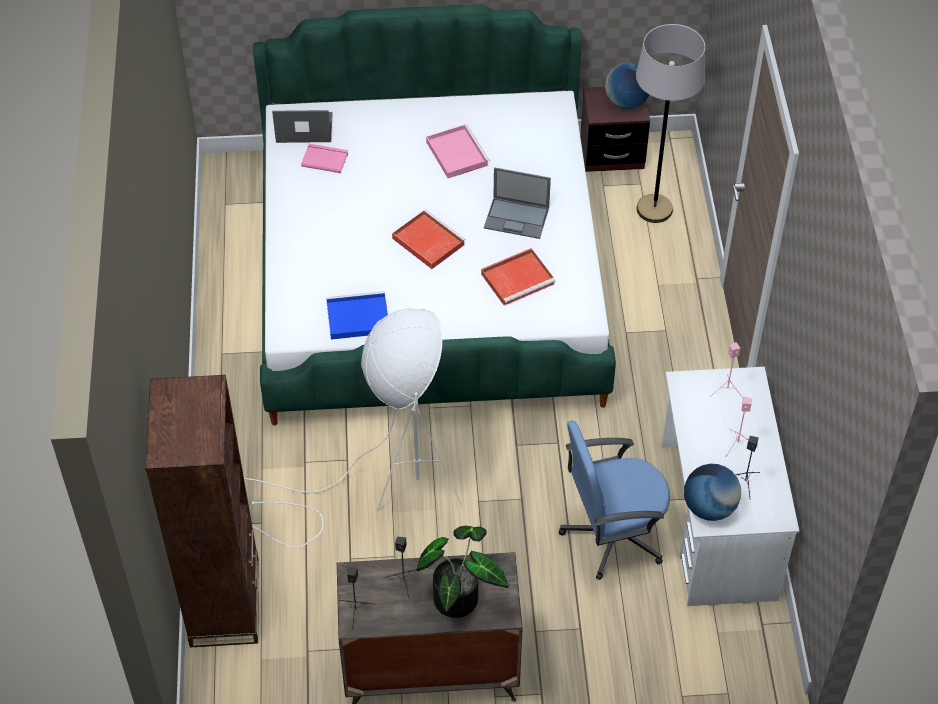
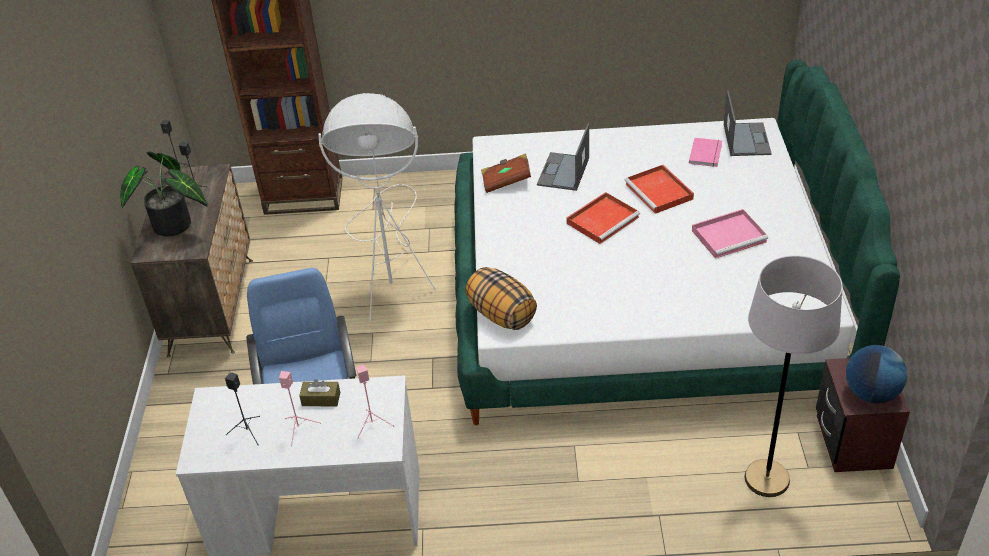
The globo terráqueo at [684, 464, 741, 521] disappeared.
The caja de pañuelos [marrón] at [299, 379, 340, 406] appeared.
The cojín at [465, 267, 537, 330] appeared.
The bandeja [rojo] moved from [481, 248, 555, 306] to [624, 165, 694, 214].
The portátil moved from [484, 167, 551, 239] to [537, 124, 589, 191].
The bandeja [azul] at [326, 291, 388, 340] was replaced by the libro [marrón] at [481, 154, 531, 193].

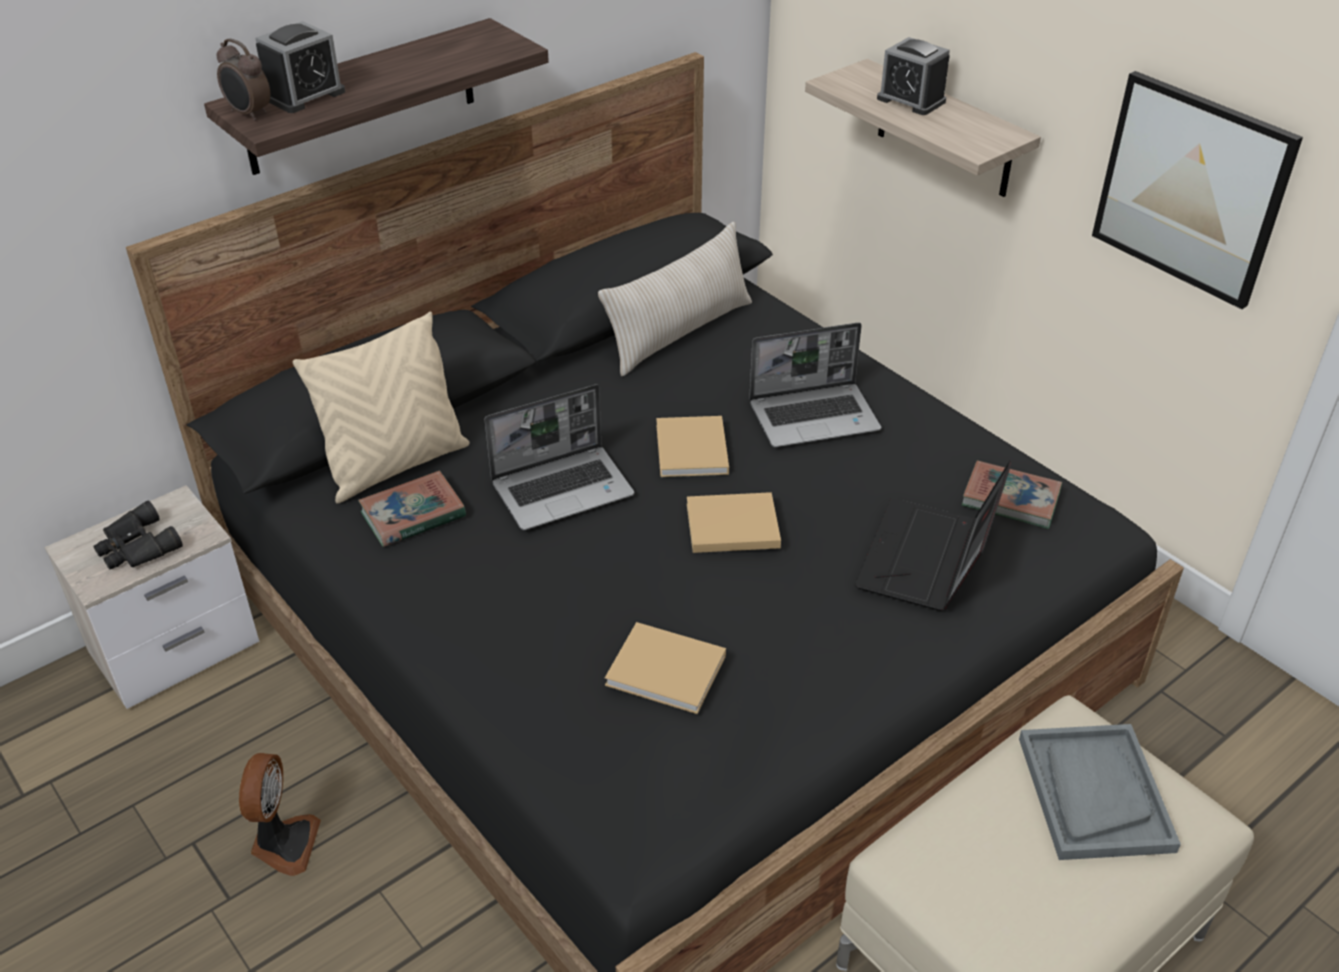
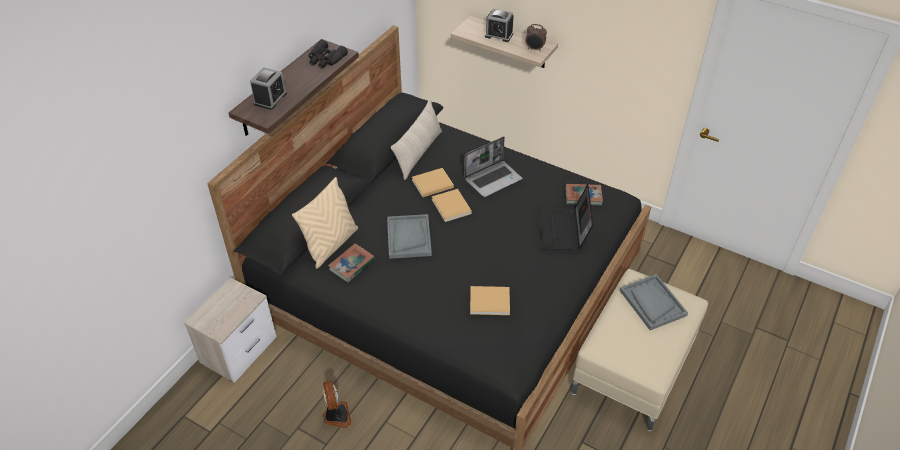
The cuadro at [1092, 71, 1303, 309] disappeared.
The prismáticos [negro] moved from [93, 500, 183, 569] to [308, 39, 348, 69].
The despertador moved from [216, 39, 270, 121] to [525, 24, 547, 50].
The libro [beis] moved from [687, 492, 781, 553] to [412, 168, 454, 197].
The portátil at [485, 384, 634, 530] was replaced by the bandeja [gris] at [387, 214, 432, 259].

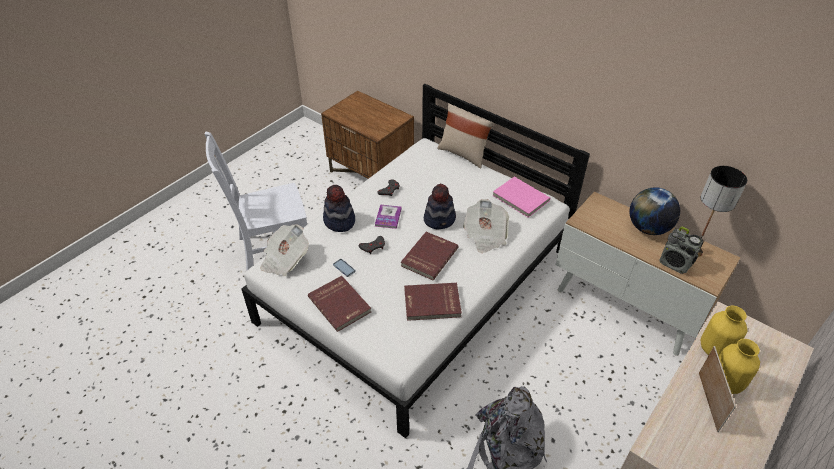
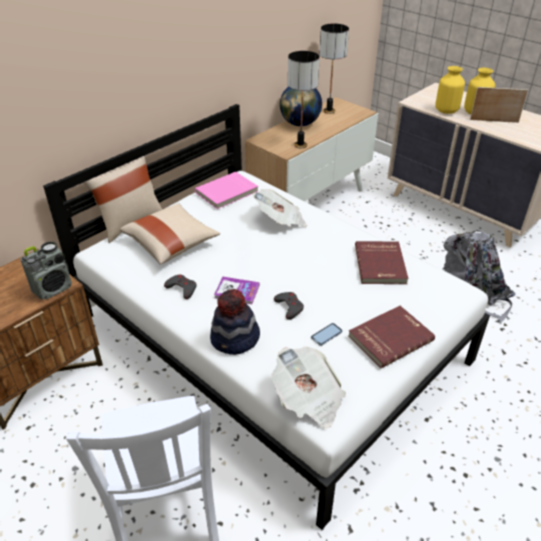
The libro [rojo] at [401, 232, 459, 280] disappeared.
The sombrero at [424, 184, 456, 229] disappeared.
The cojín [beis] at [120, 204, 220, 265] appeared.
The lámpara de mesa at [288, 51, 320, 148] appeared.
The radio moved from [659, 226, 703, 274] to [20, 241, 72, 300].

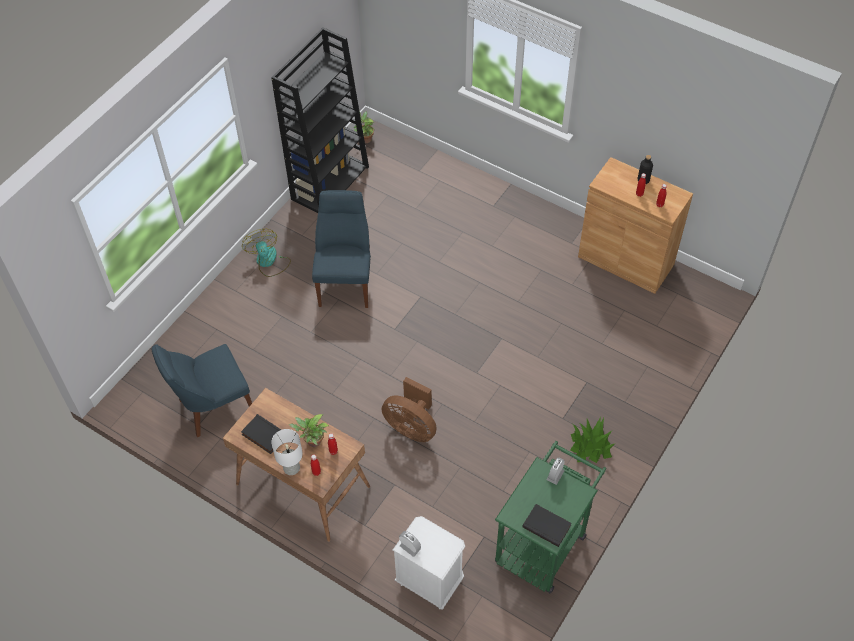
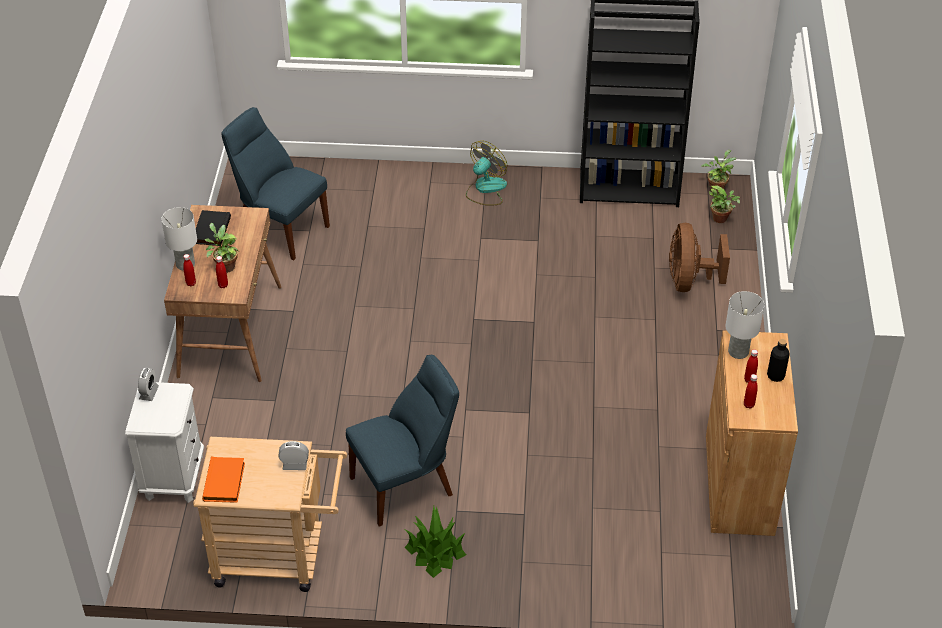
The planta en maceta at [709, 185, 740, 223] appeared.
The lámpara de mesa [blanco] at [725, 291, 764, 359] appeared.
The silla [azul] moved from [312, 190, 371, 308] to [346, 355, 459, 527].
The ventilador [marrón] moved from [382, 377, 437, 442] to [669, 223, 730, 292].
The carrito [verde] at [495, 441, 606, 593] became the carrito [beis] at [193, 437, 347, 592].
The libro [negro] at [522, 504, 572, 547] became the libro [naranja] at [202, 457, 245, 503].

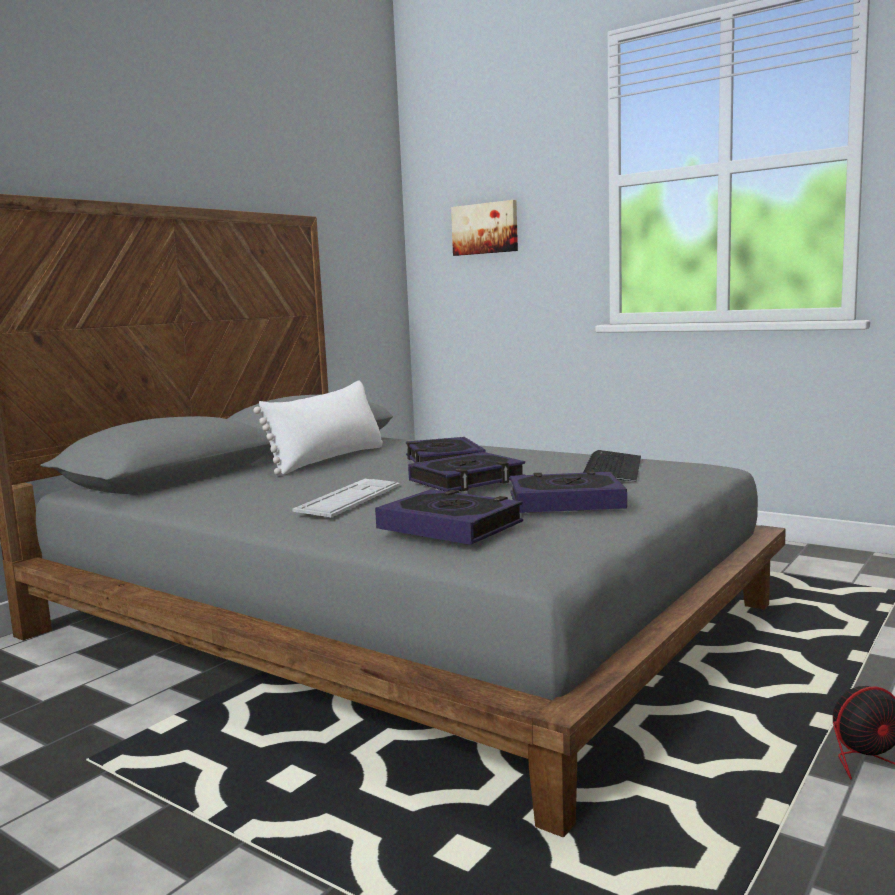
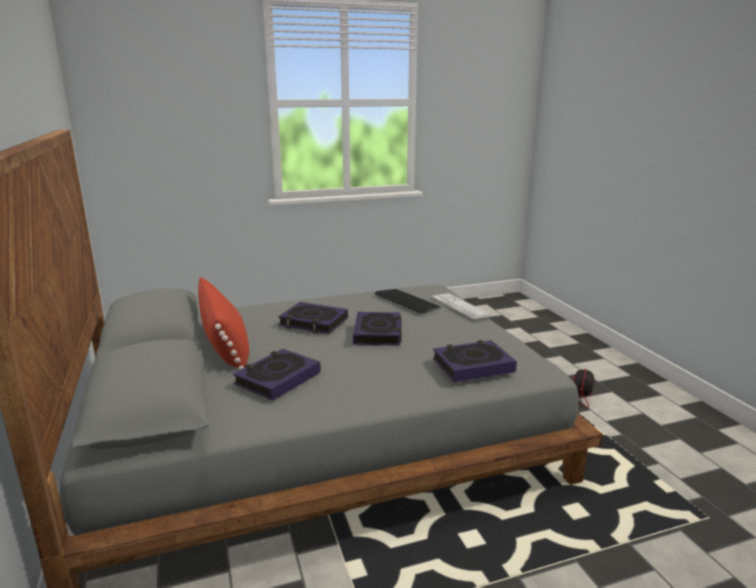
The cuadro at [451, 200, 518, 256] disappeared.
The teclado moved from [292, 479, 400, 517] to [432, 293, 492, 320].
The libro moved from [510, 470, 627, 513] to [233, 349, 321, 401].
The cojín [blanco] at [253, 381, 383, 475] became the cojín [rojo] at [198, 277, 249, 370].

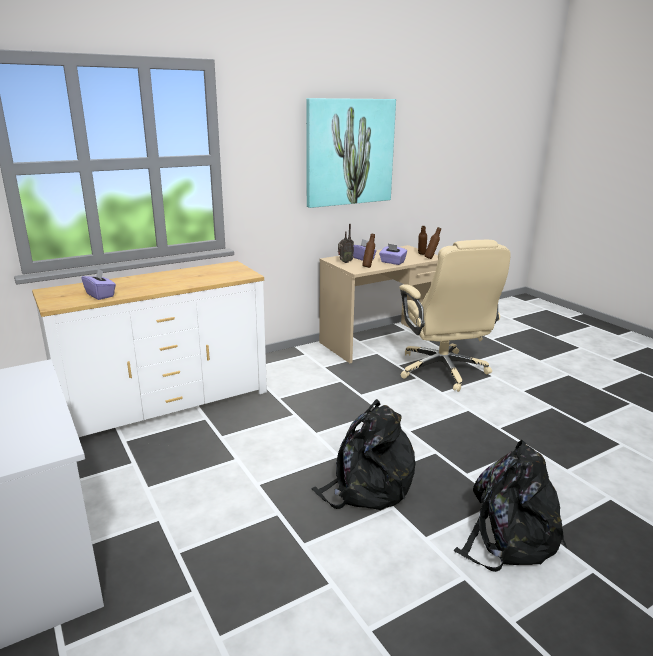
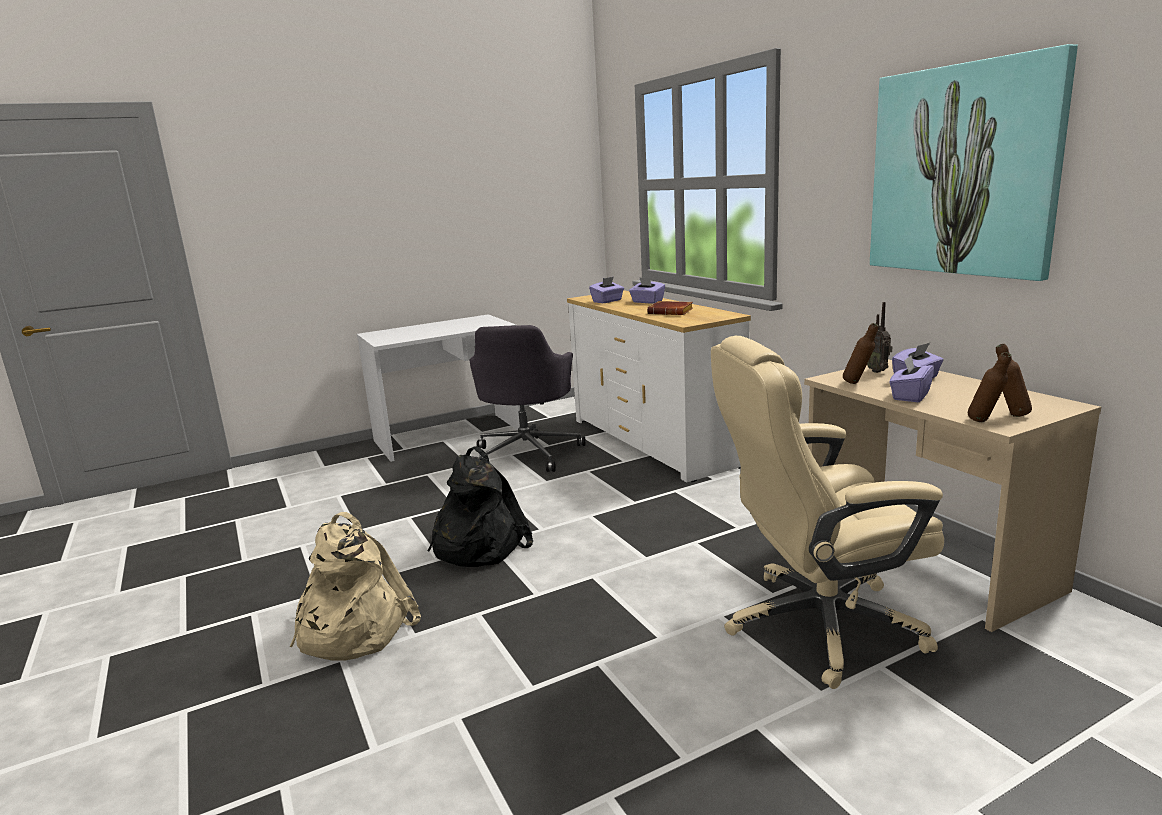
The silla de oficina [gris] at [470, 325, 586, 472] appeared.
The caja de pañuelos [morado] at [629, 277, 665, 304] appeared.
The libro [marrón] at [647, 301, 693, 315] appeared.
The mochila [negro] at [453, 440, 567, 572] became the mochila [beis] at [289, 512, 421, 660].

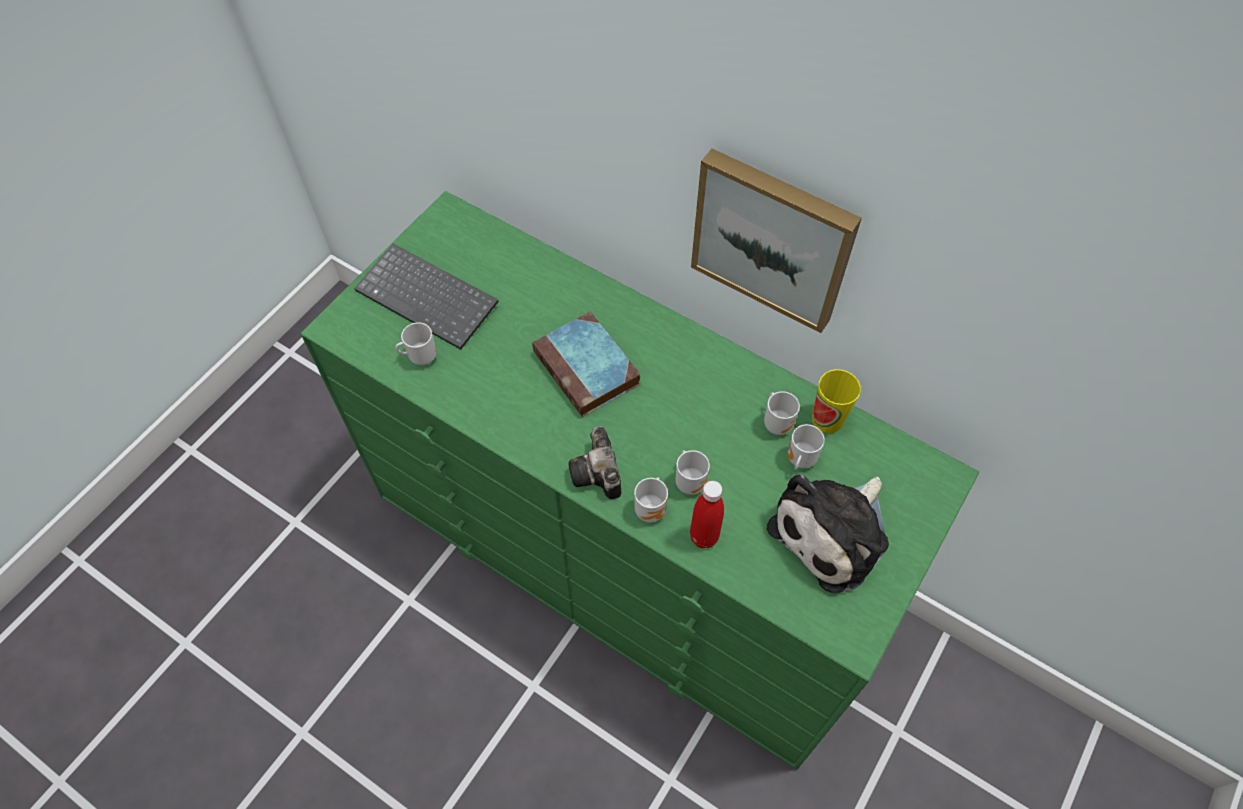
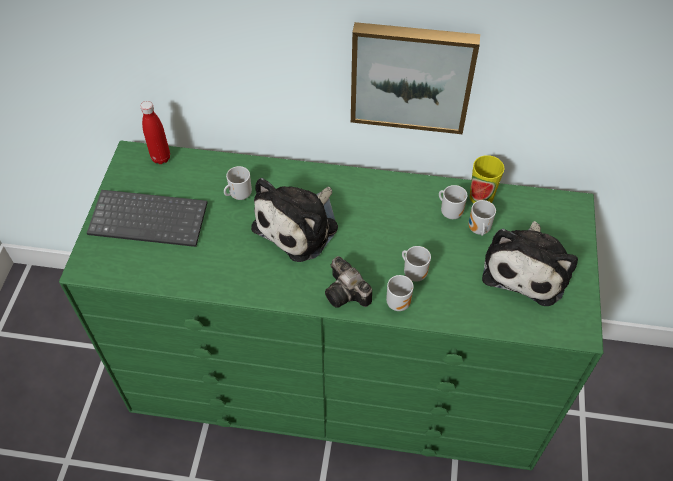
The taza grande moved from [395, 322, 437, 365] to [224, 166, 252, 200].
The botella [rojo] moved from [690, 481, 724, 548] to [140, 101, 170, 164].
The libro at [532, 311, 640, 417] was replaced by the peluche at [251, 178, 338, 262].

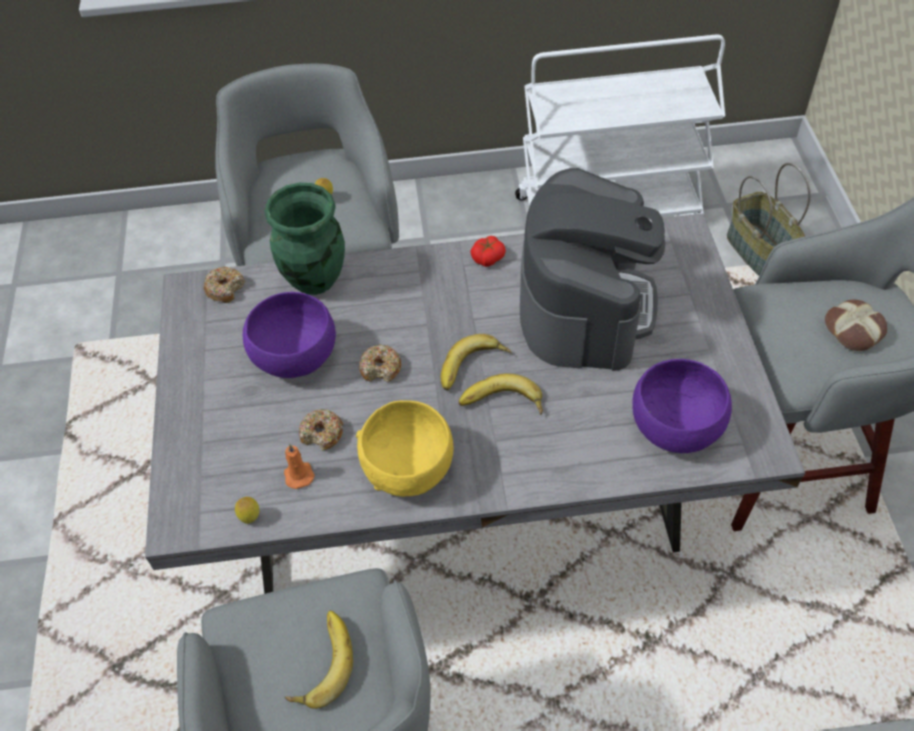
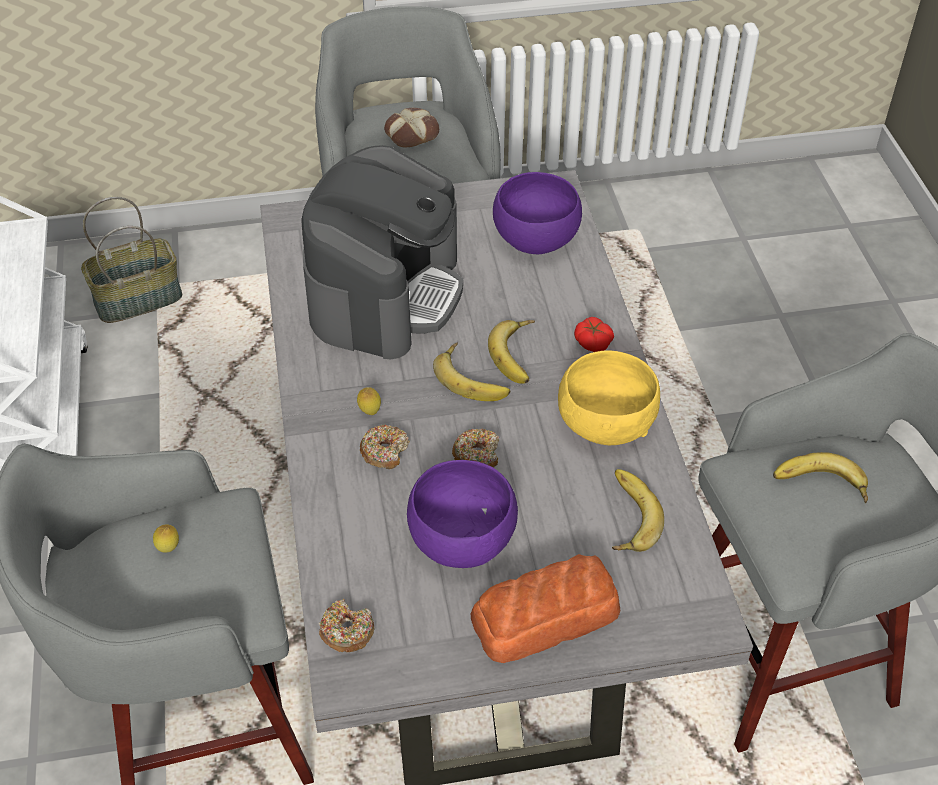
The florero [verde] at [265, 183, 345, 295] disappeared.
The pan at [471, 554, 620, 663] appeared.
The limón moved from [235, 497, 260, 524] to [357, 387, 381, 415].
The rosquilla moved from [299, 409, 343, 451] to [360, 425, 410, 469].
The tomate moved from [470, 236, 506, 267] to [574, 317, 614, 352].
The vela [naranja] at [284, 444, 315, 489] was replaced by the plátano at [612, 469, 664, 552].
The cafetera at [520, 168, 665, 371] turned 105 degrees clockwise.

